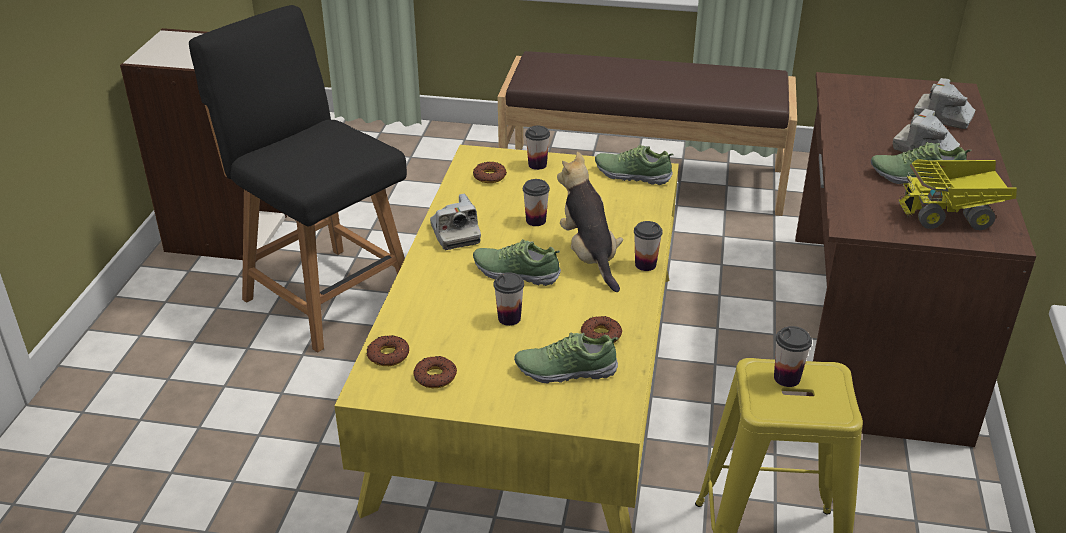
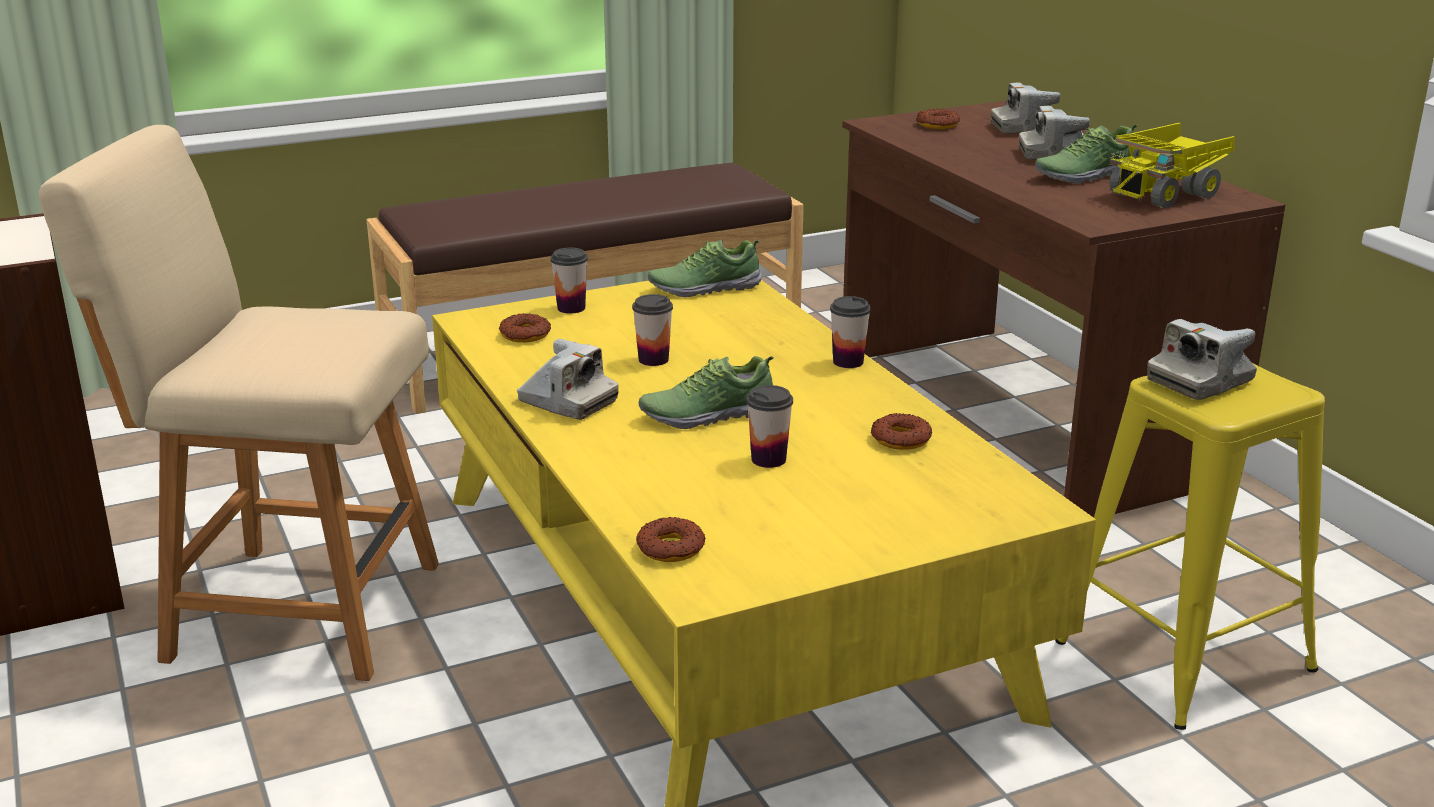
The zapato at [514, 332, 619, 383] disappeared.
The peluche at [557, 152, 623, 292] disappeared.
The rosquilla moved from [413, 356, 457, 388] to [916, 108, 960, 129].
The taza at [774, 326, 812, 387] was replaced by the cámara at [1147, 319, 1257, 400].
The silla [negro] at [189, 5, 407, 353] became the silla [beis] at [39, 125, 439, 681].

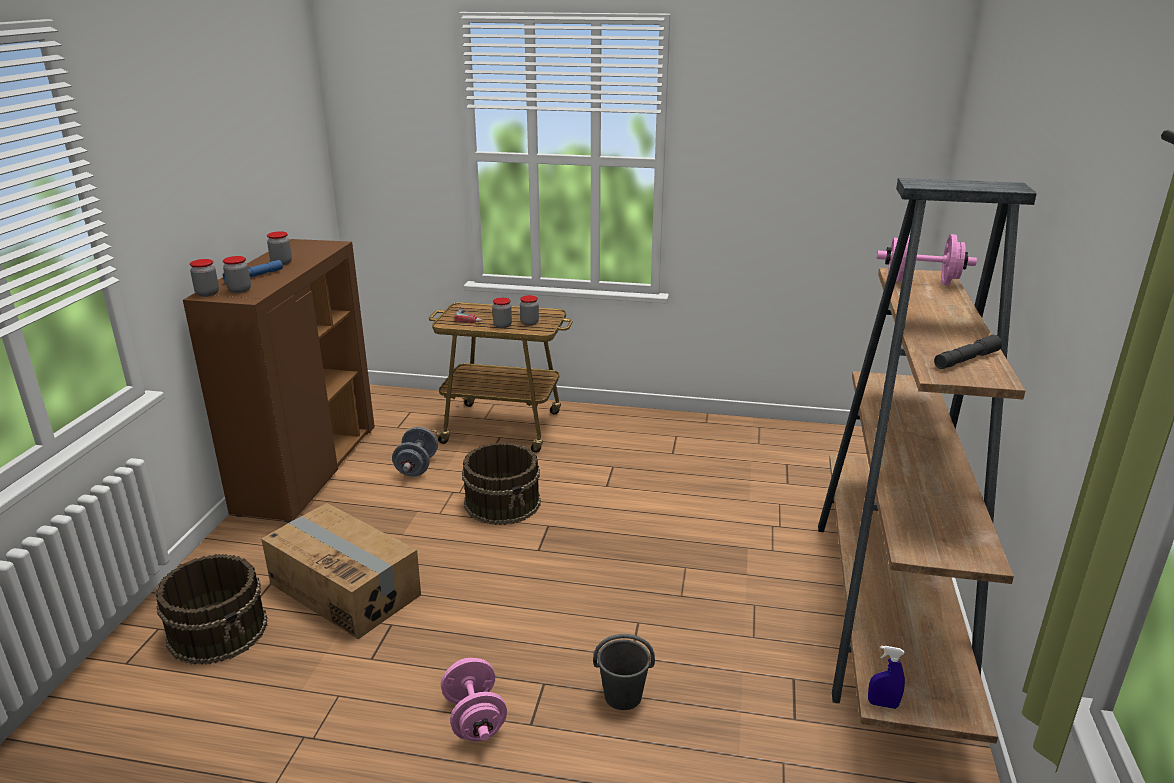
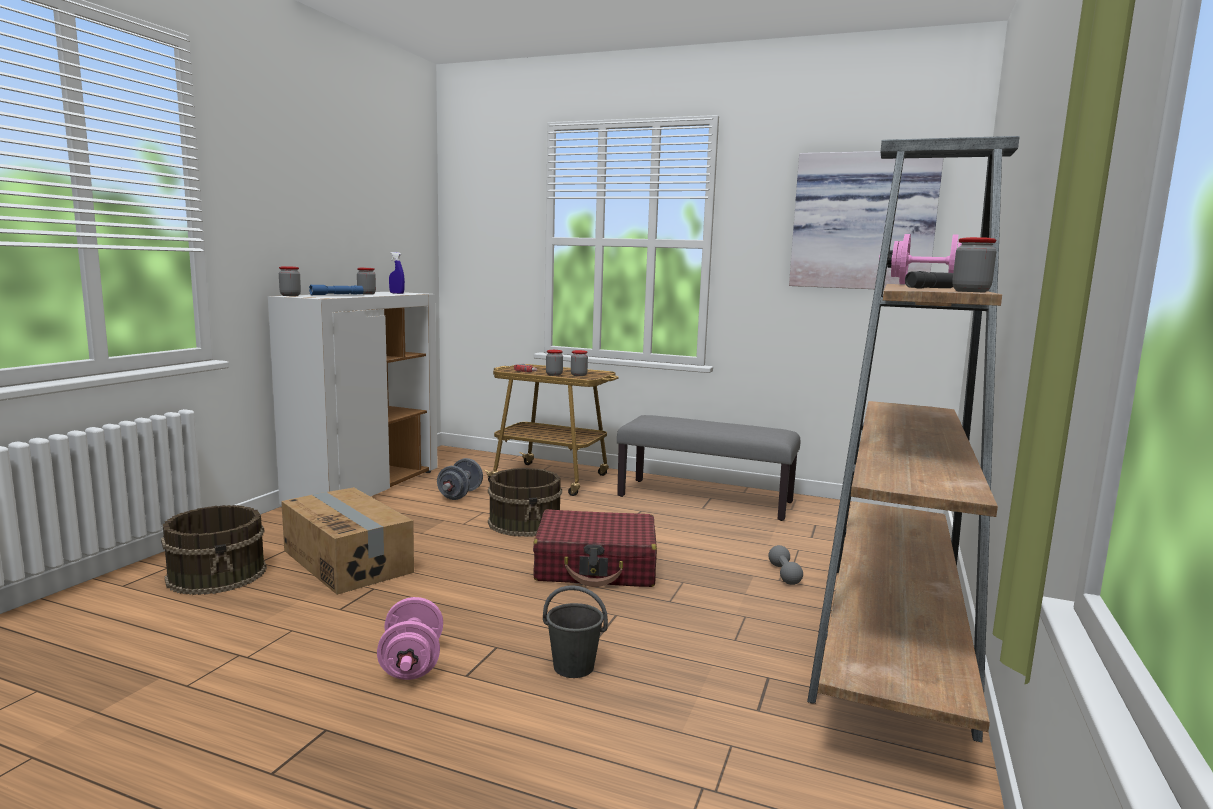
The maleta [rojo] at [533, 509, 657, 587] appeared.
The banco [gris] at [617, 415, 800, 521] appeared.
The mancuerna [gris] at [768, 545, 803, 585] appeared.
The cuadro at [789, 151, 943, 289] appeared.
The tarro moved from [223, 256, 251, 293] to [952, 237, 997, 292].
The pulverizador [azul] moved from [868, 646, 905, 709] to [389, 252, 405, 294].
The armario [marrón] at [183, 239, 375, 523] became the armario [blanco] at [268, 292, 438, 505].

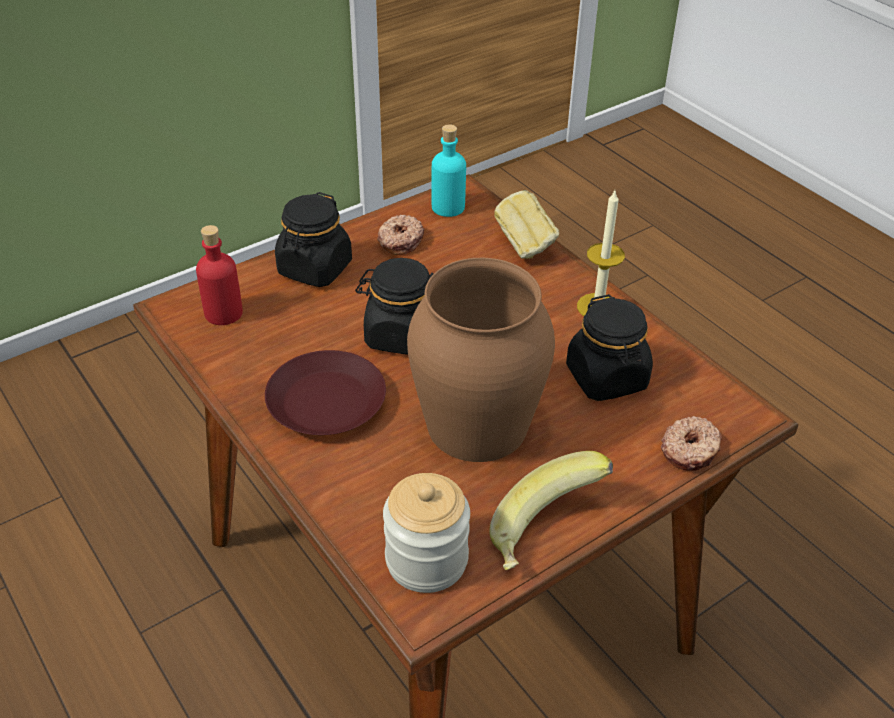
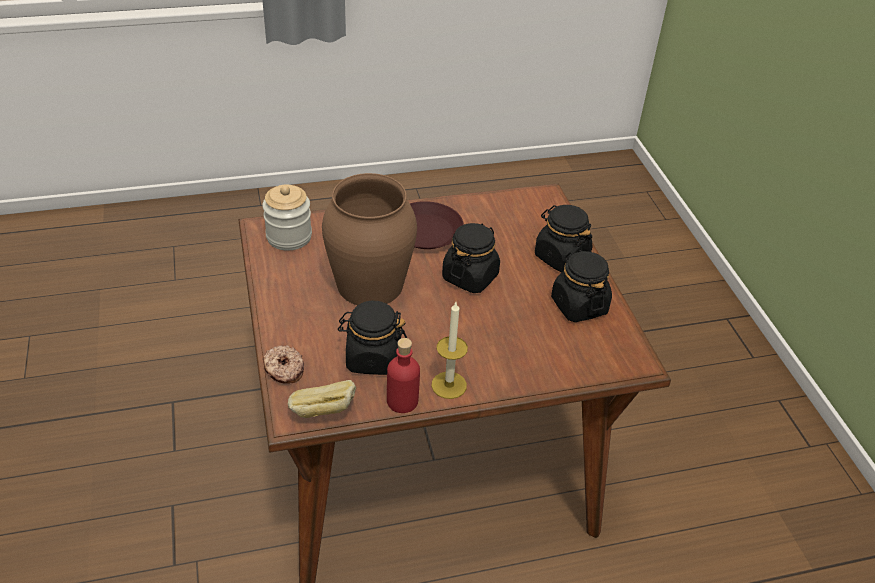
The botella [turquesa] at [431, 125, 466, 217] disappeared.
The plátano at [489, 451, 613, 570] disappeared.
The botella [rojo] moved from [196, 225, 243, 325] to [387, 338, 420, 413].
The pan moved from [494, 190, 559, 259] to [288, 380, 356, 418].
The rosquilla at [377, 214, 424, 255] was replaced by the tarro [negro] at [551, 250, 612, 322].

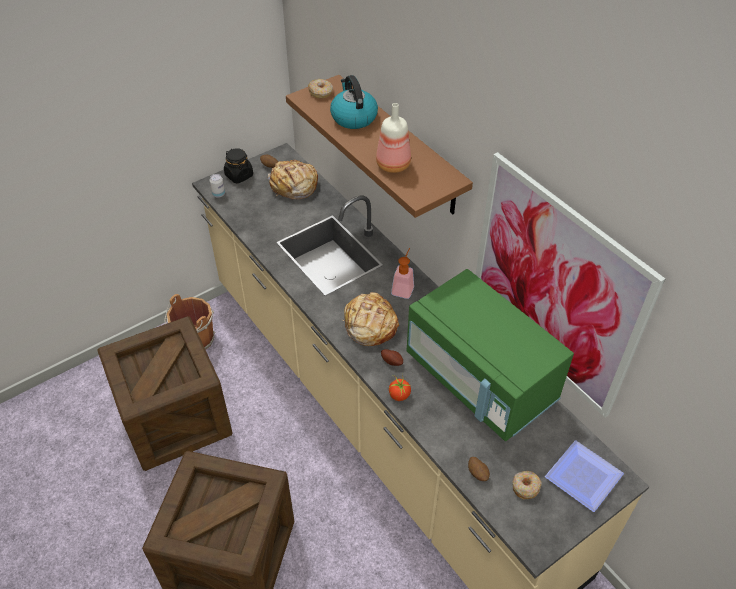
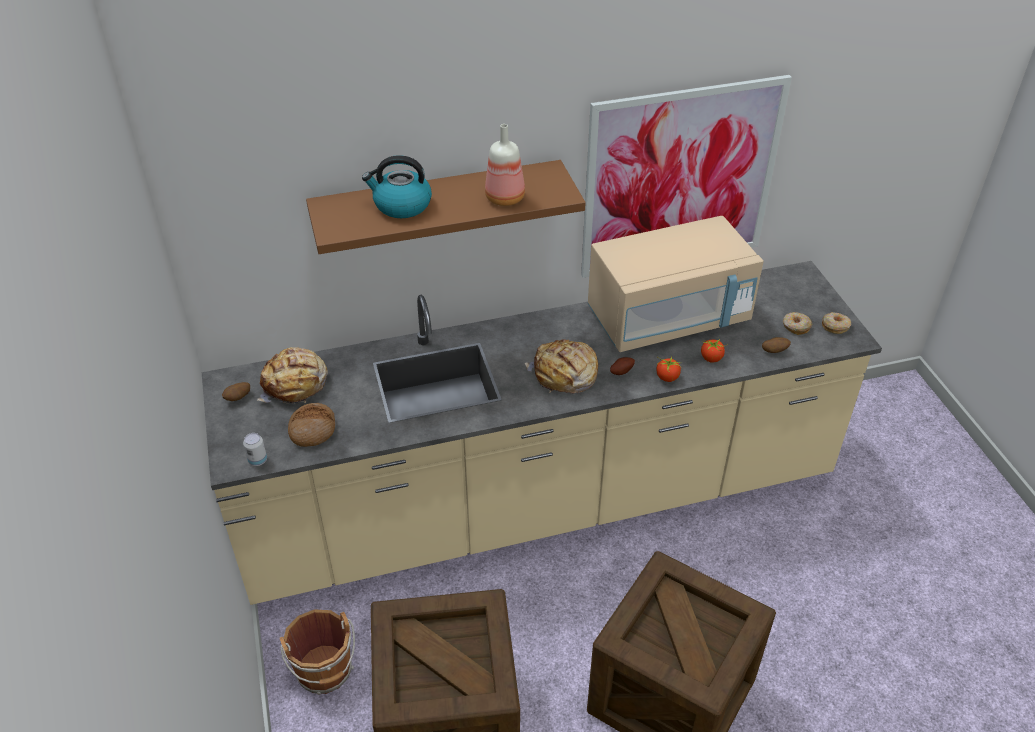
The tarro [negro] at [224, 148, 253, 183] disappeared.
The dispensador de jabón at [391, 248, 414, 299] disappeared.
The plato at [545, 440, 624, 512] disappeared.
The pan at [288, 403, 335, 447] appeared.
The tomate at [701, 339, 726, 363] appeared.
The rosquilla moved from [308, 79, 333, 98] to [822, 312, 851, 334].
The microondas [verde] at [407, 269, 574, 441] became the microondas [beis] at [588, 216, 764, 352].

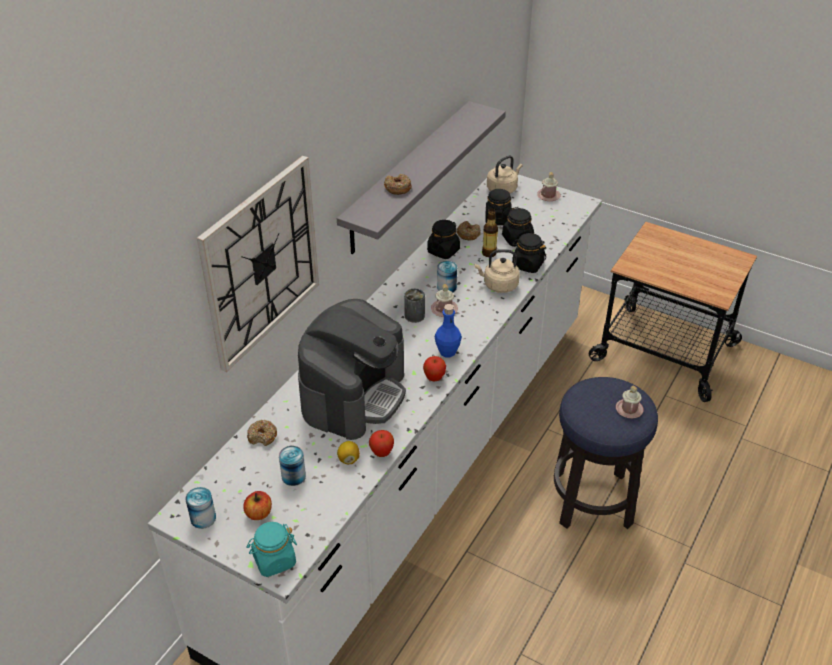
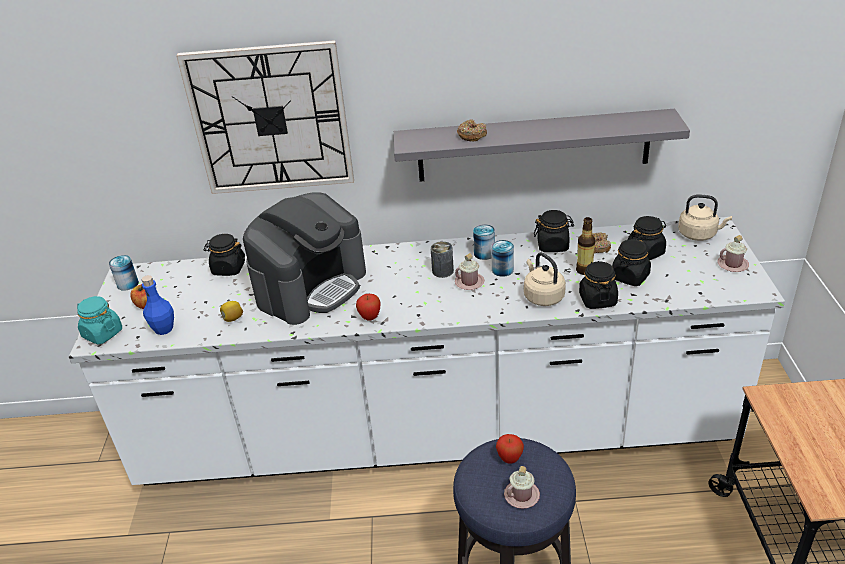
The lata moved from [279, 446, 306, 486] to [473, 224, 495, 260].
The manzana moved from [369, 430, 394, 457] to [496, 434, 524, 464].
The botella [azul] moved from [435, 304, 462, 357] to [141, 275, 174, 335].
The rosquilla at [247, 420, 277, 446] was replaced by the tarro [negro] at [203, 234, 245, 276].
The cafetera at [298, 299, 406, 440] turned 45 degrees counterclockwise.

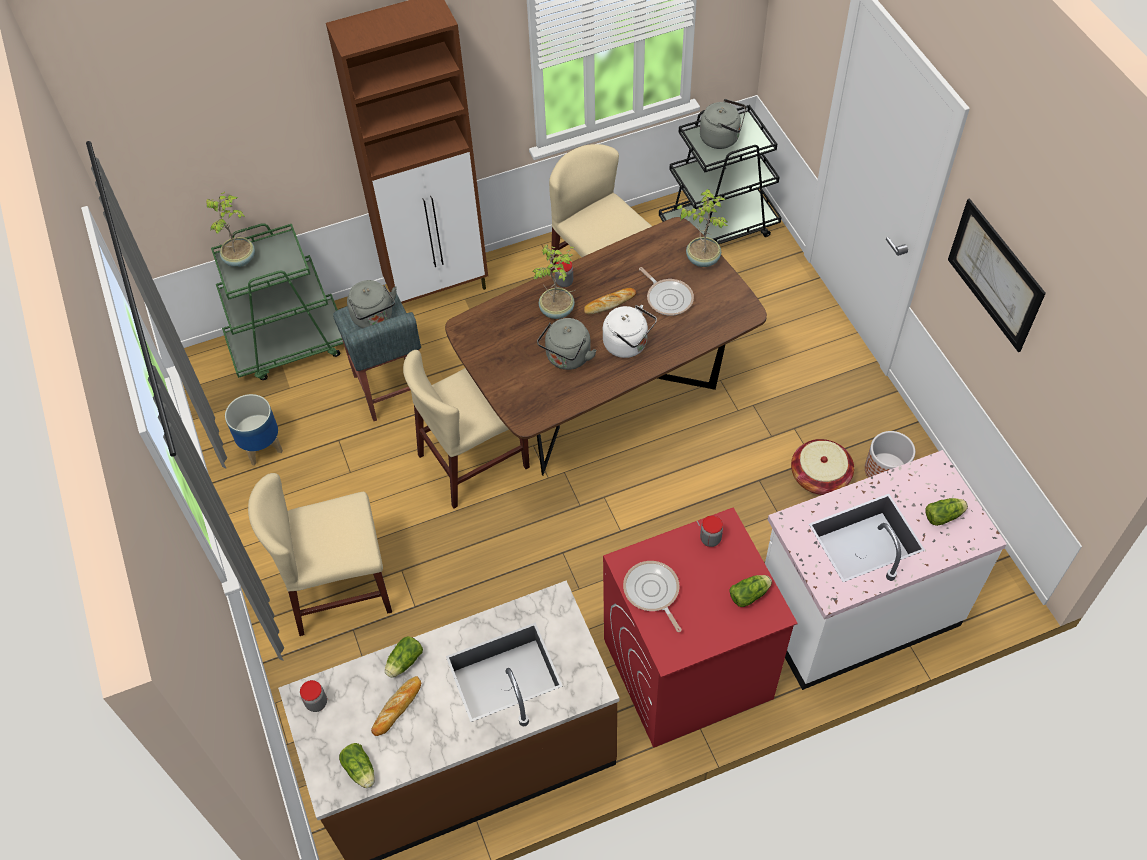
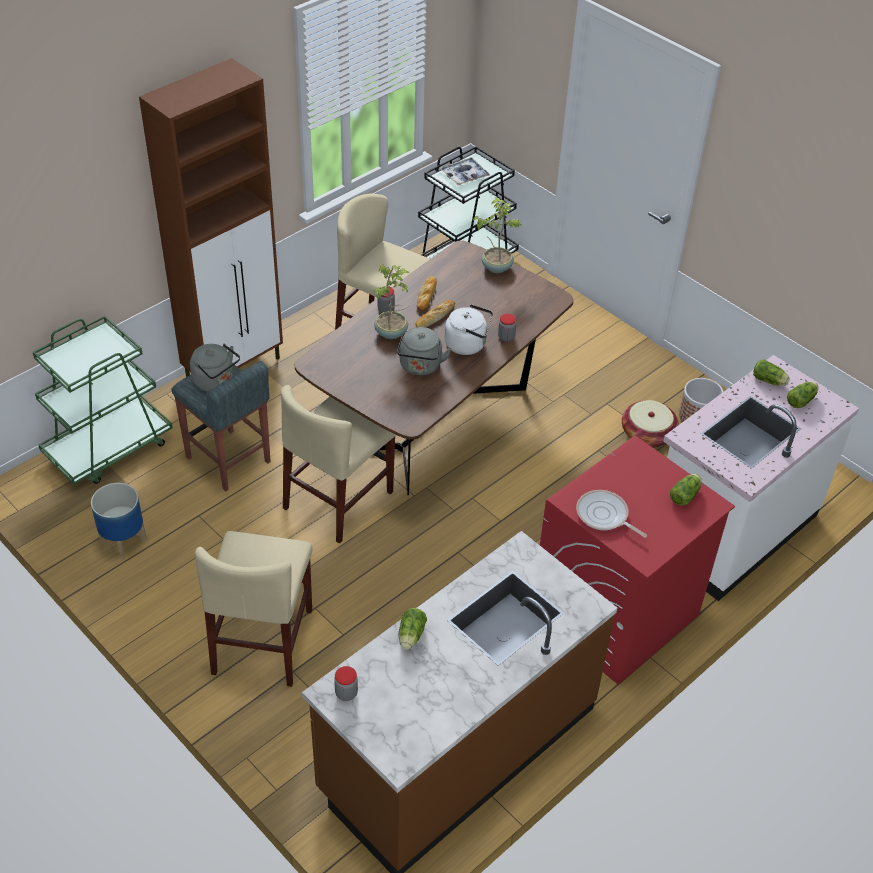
The planta en maceta at [206, 192, 255, 267] disappeared.
The sartén at [639, 267, 694, 316] disappeared.
The cuadro at [948, 198, 1046, 352] disappeared.
The lechuga moved from [339, 743, 375, 788] to [753, 360, 790, 386].
The pan moved from [371, 676, 421, 736] to [417, 276, 437, 311].
The tarro moved from [700, 515, 723, 547] to [498, 314, 516, 342].
The hervidor [gris] at [700, 99, 746, 149] was replaced by the bandeja at [440, 157, 490, 186].
The silla [beis] at [248, 473, 392, 636] turned 45 degrees counterclockwise.

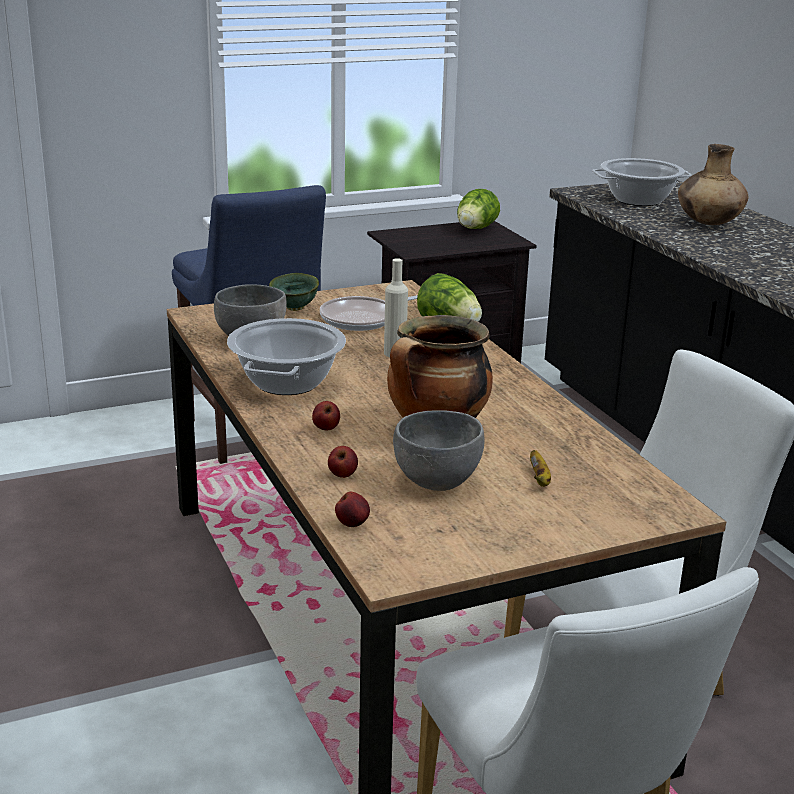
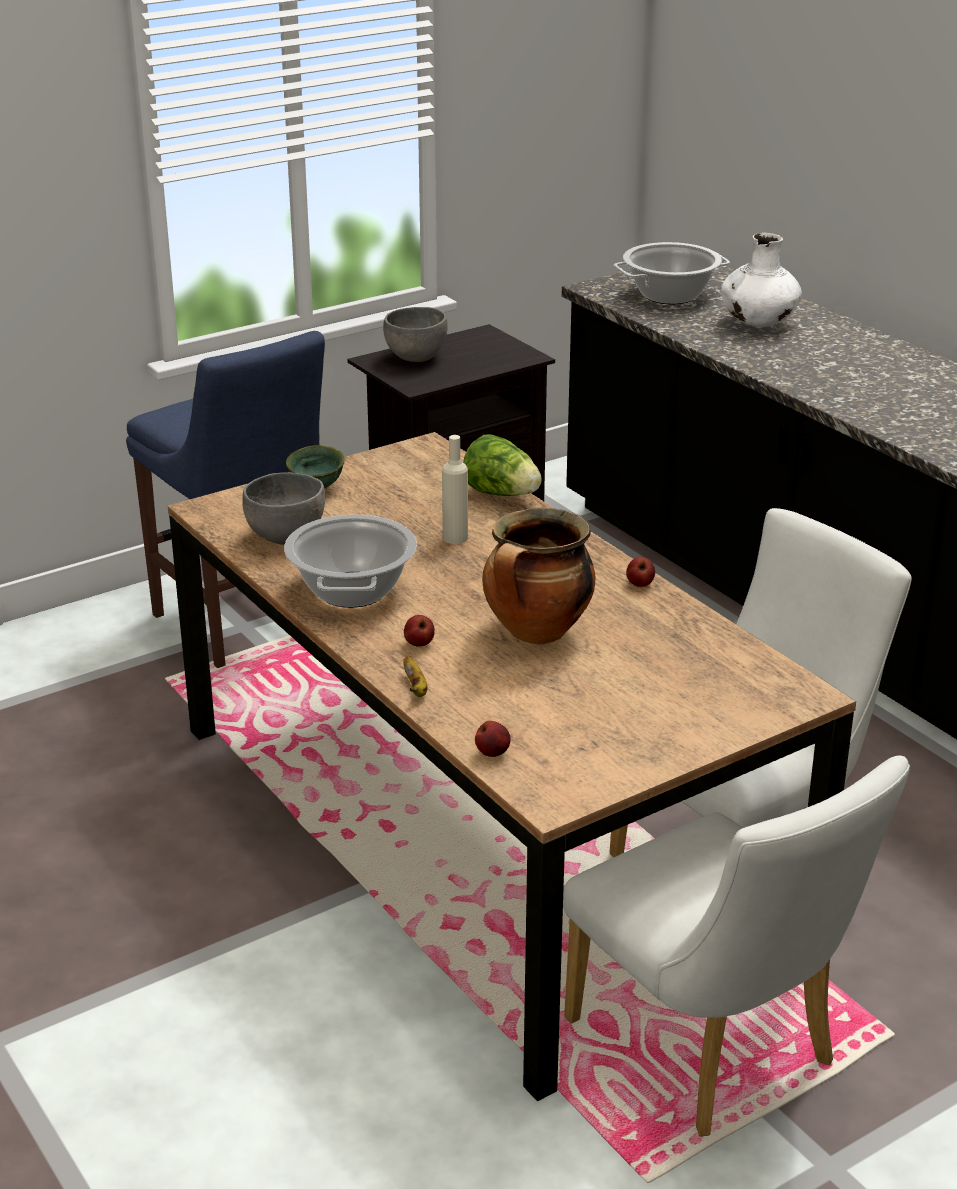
The sartén at [320, 295, 418, 331] disappeared.
The lechuga at [457, 189, 500, 229] disappeared.
The manzana moved from [328, 446, 358, 478] to [626, 557, 655, 587].
The cuenco [gris] moved from [393, 410, 485, 491] to [383, 307, 448, 362].
The plátano moved from [530, 450, 551, 487] to [403, 657, 427, 697].
The florero [marrón] at [678, 144, 748, 225] became the florero [blanco] at [721, 233, 802, 327].

